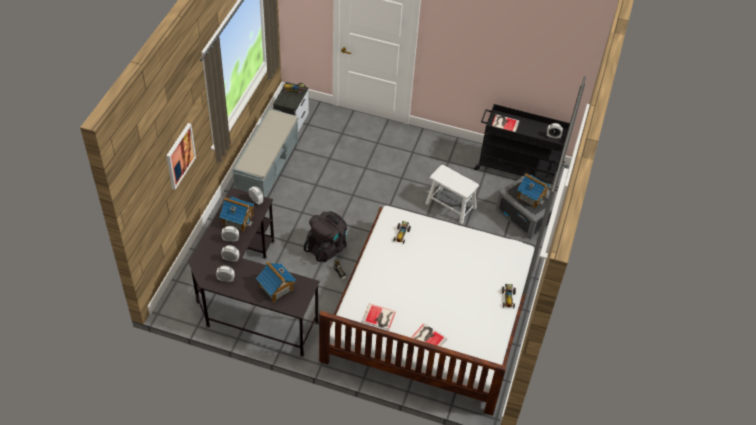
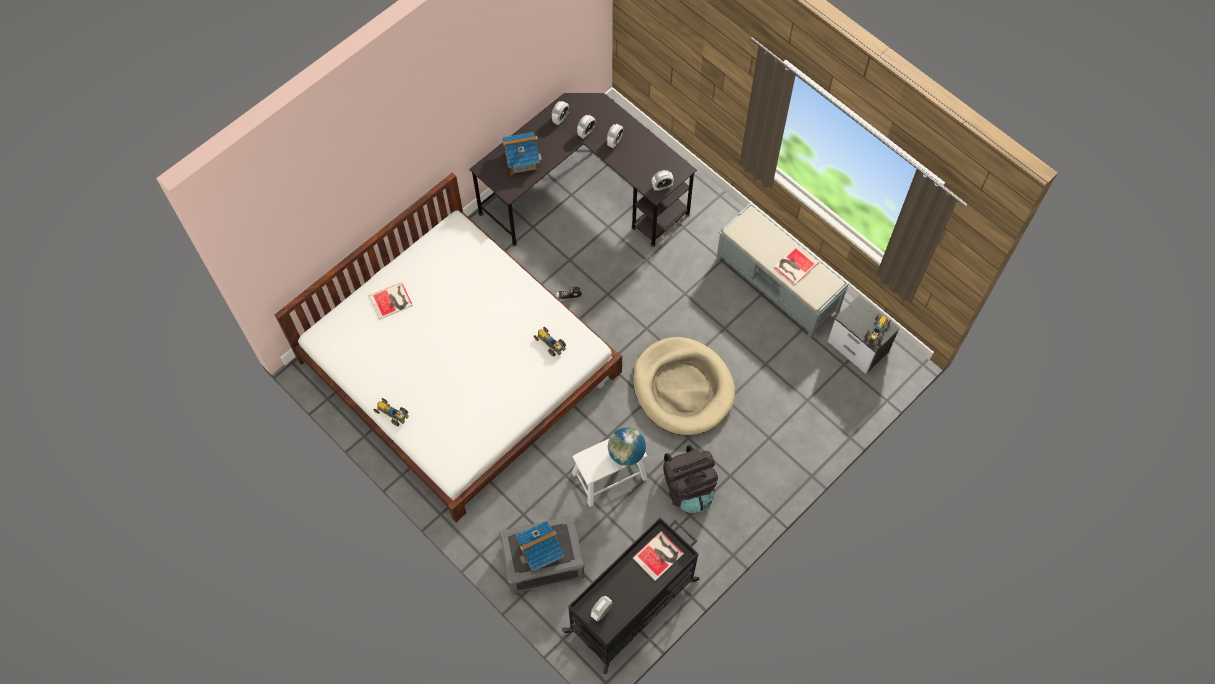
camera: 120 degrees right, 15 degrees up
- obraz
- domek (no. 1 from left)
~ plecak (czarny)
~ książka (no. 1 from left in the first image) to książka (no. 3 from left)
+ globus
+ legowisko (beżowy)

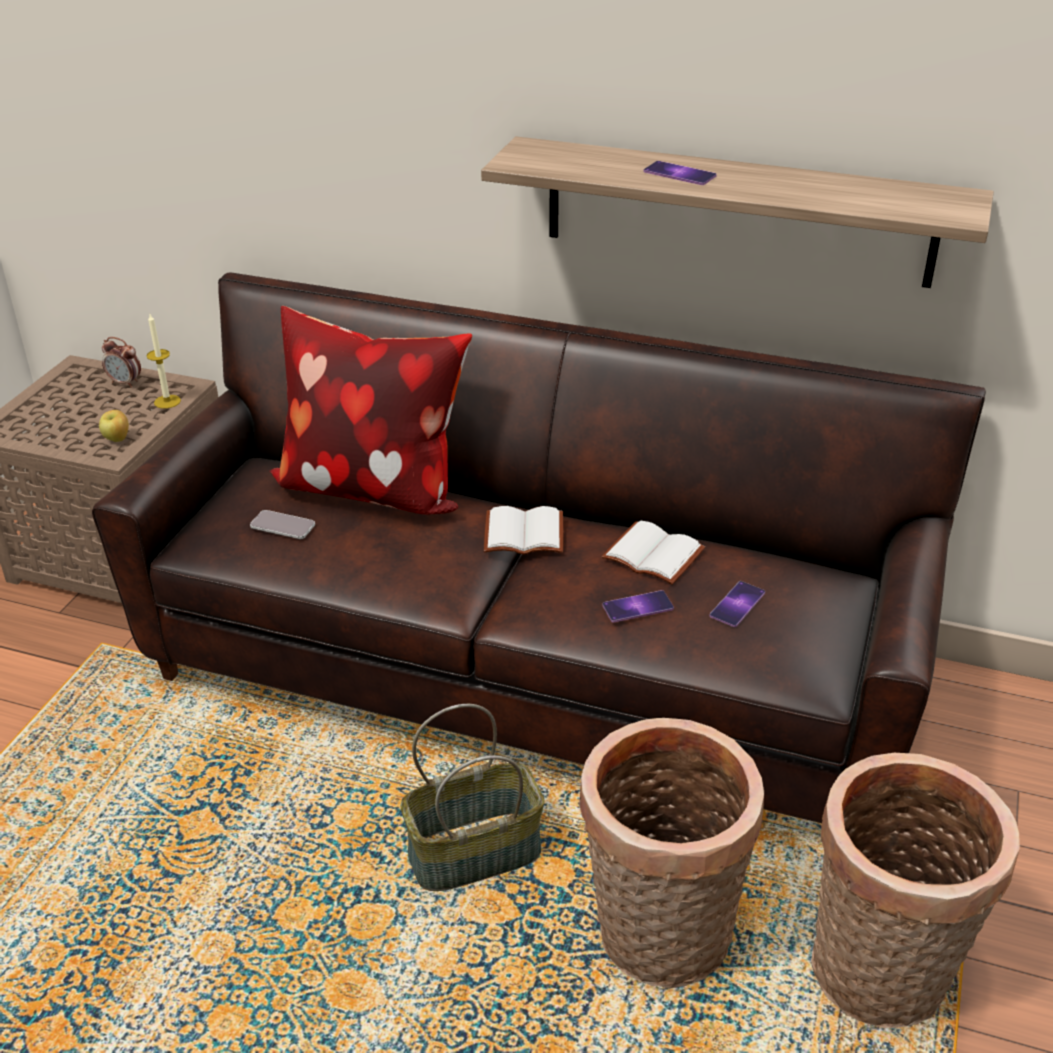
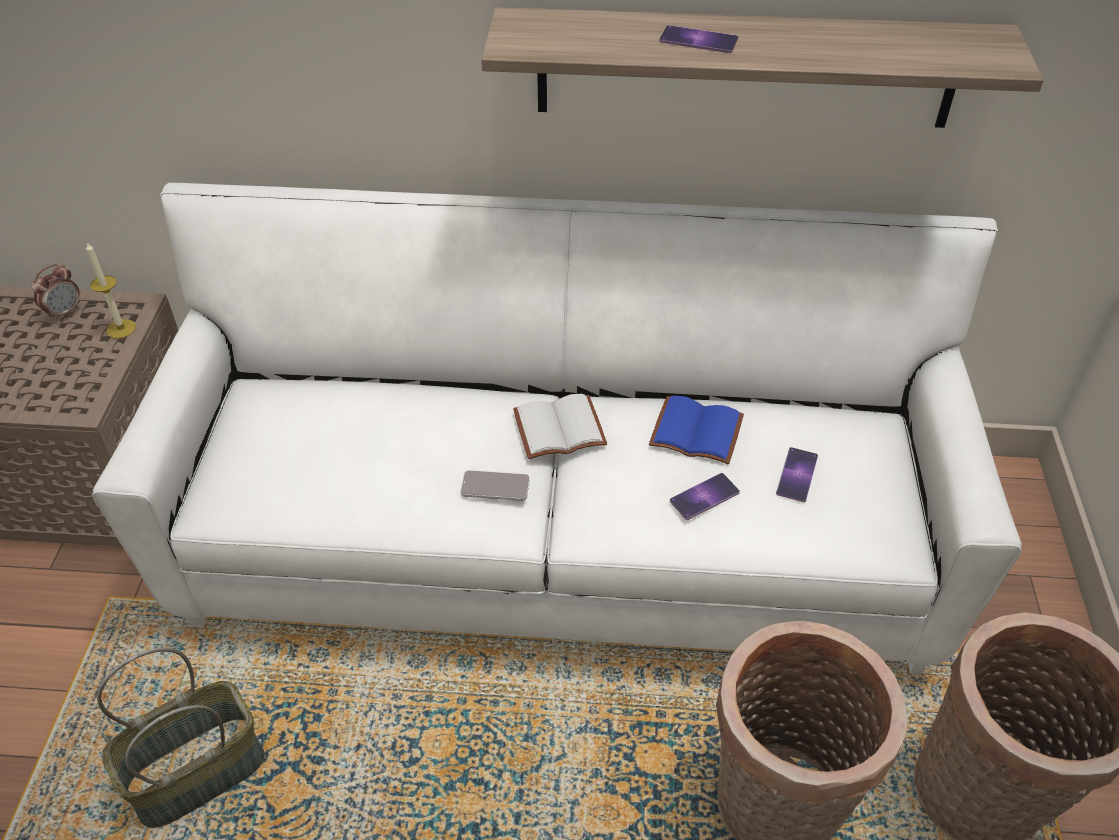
camera: 15 degrees left, 10 degrees up
~ kanapa (brązowy) to kanapa (biały)
- jabłko
~ budzik 60 degrees counterclockwise
~ telefon (no. 1 from left)
- poduszka
~ koszyk (no. 1 from left)
~ książka (biały) (no. 2 from left) to książka (niebieski)

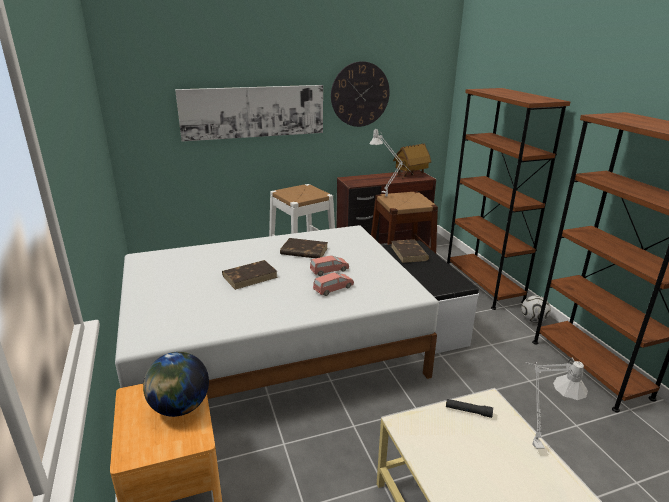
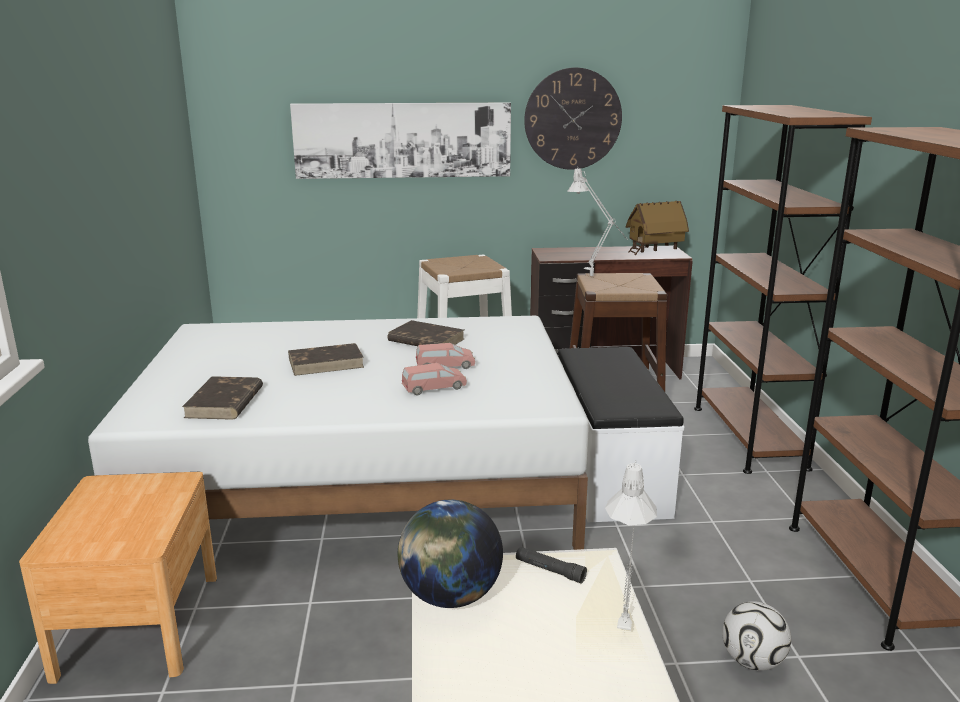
camera: 15 degrees right, 5 degrees down
~ globus
~ książka (brązowy) (no. 3 from left in the first image) to książka (brązowy) (no. 1 from left)
~ piłka futbolowa

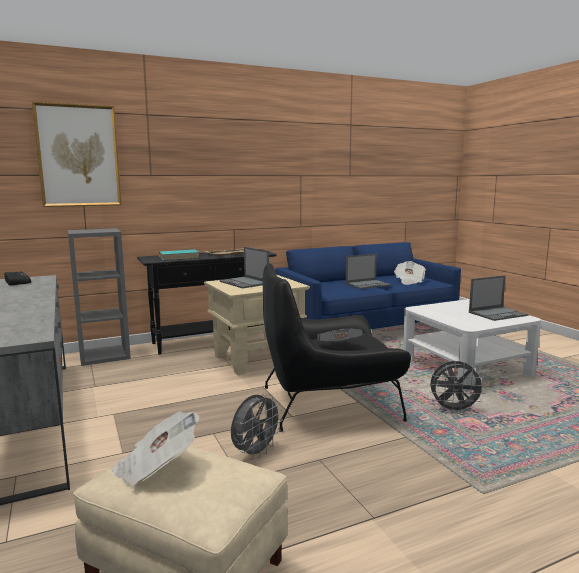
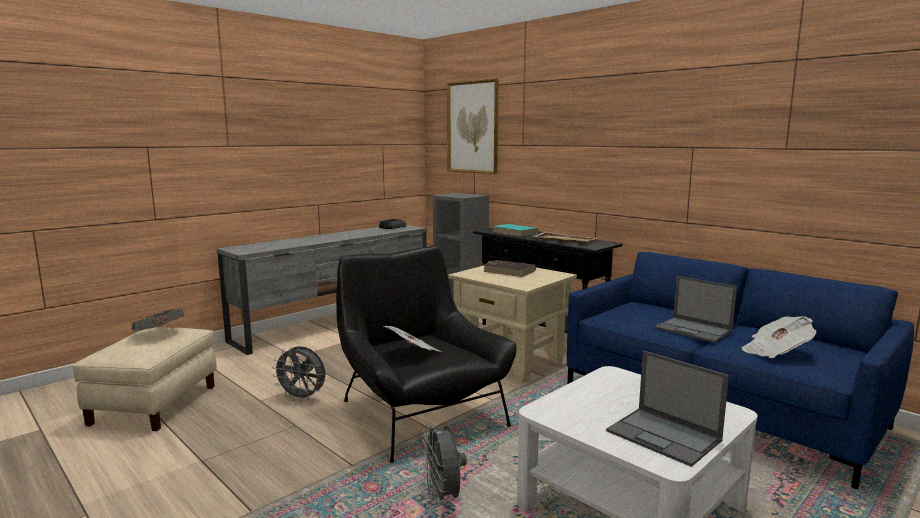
camera: 70 degrees right, 0 degrees up
~ laptop (no. 1 from left) to książka (brązowy)

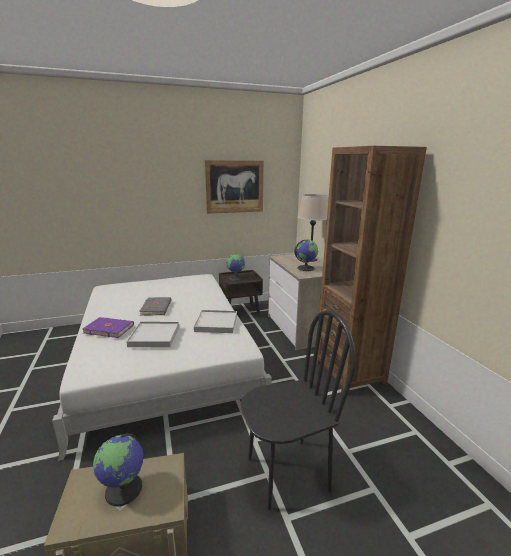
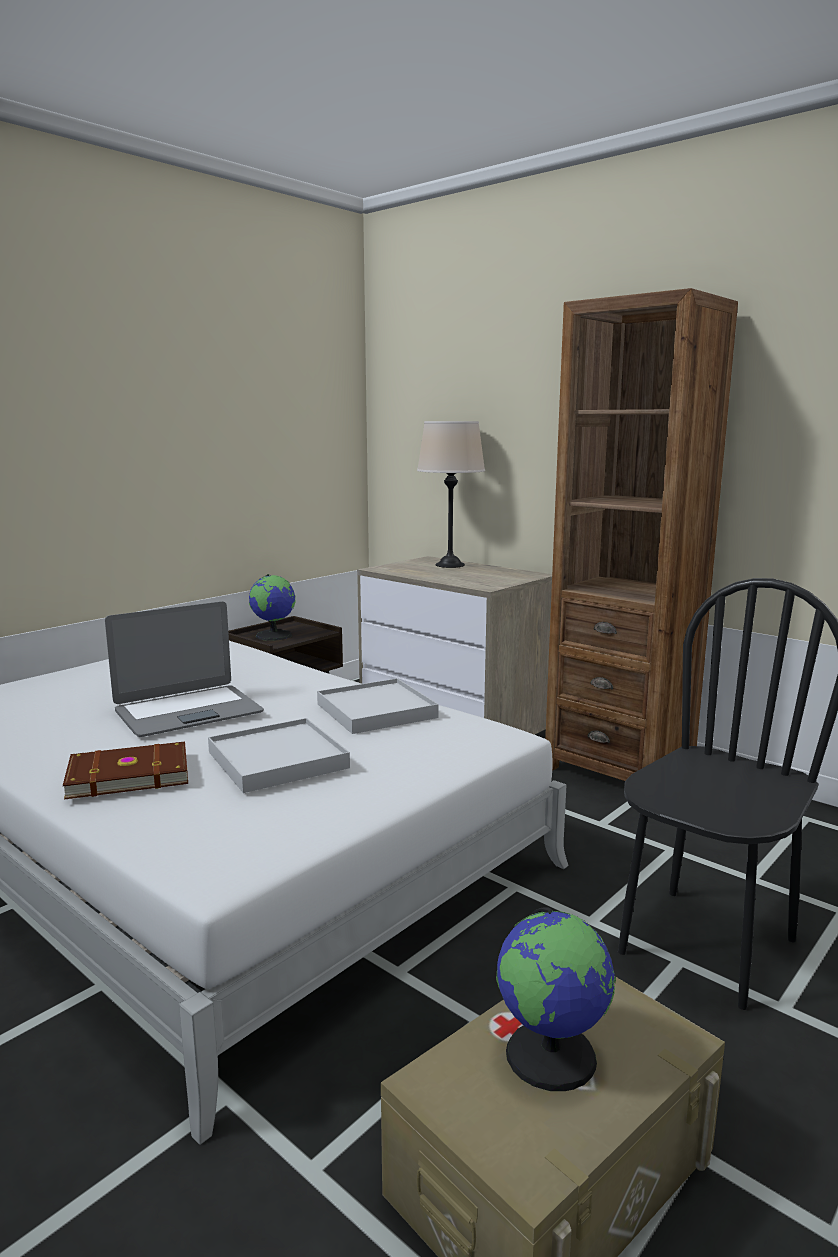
camera: 30 degrees left, 5 degrees down
~ książka (fioletowy) to książka (brązowy)
~ książka (szary) to laptop
- obraz
- globus (no. 3 from left)

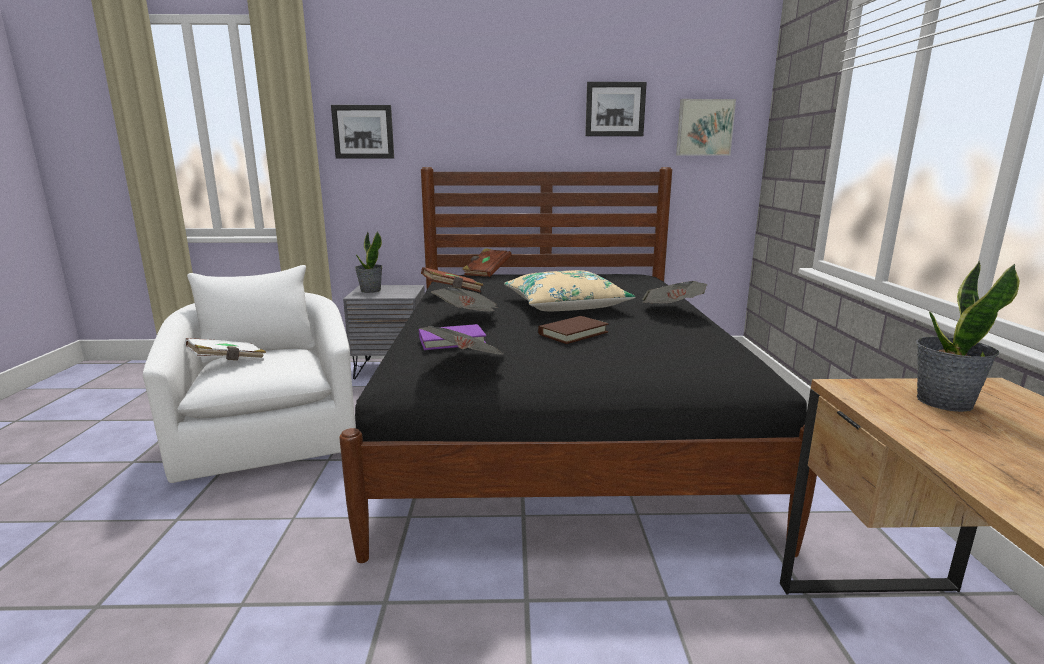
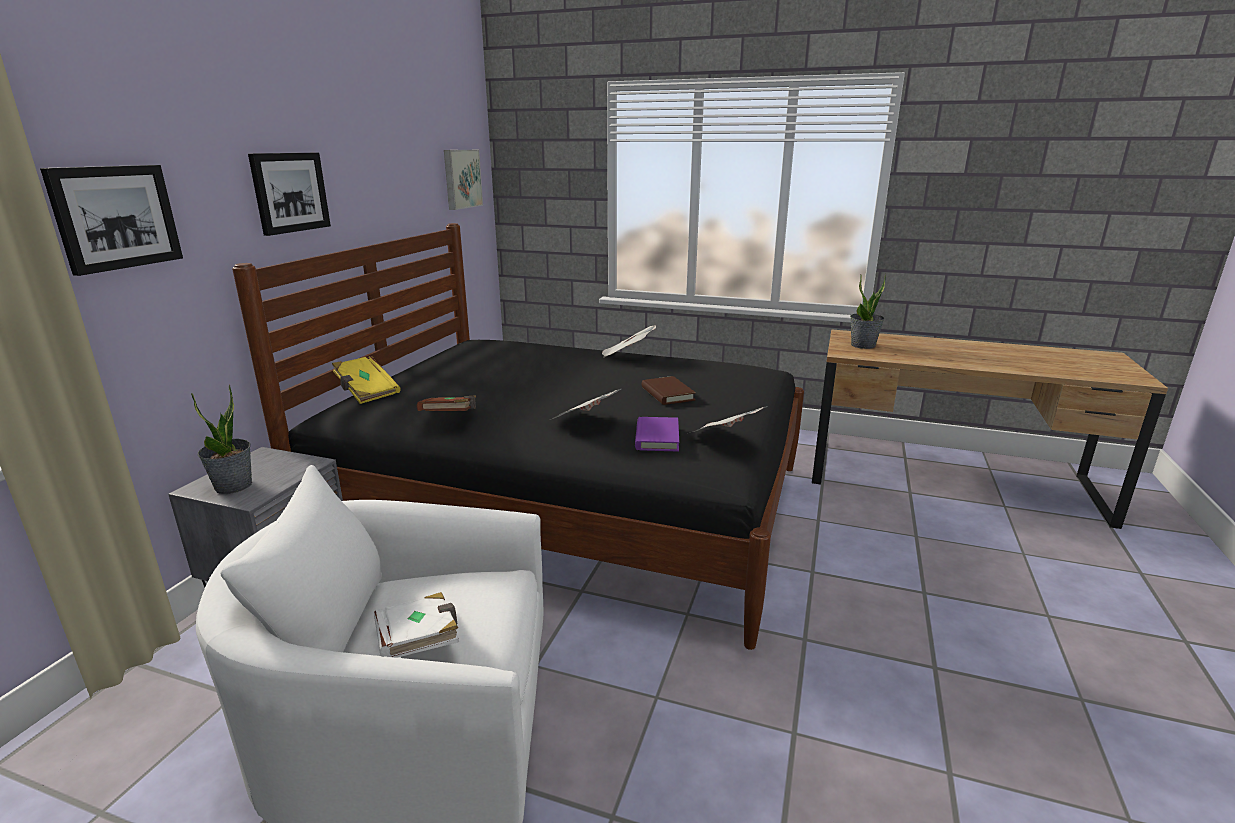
camera: 70 degrees left, 5 degrees up
~ książka (brązowy) (no. 2 from left) to książka (żółty)
- poduszka (beżowy)
~ obraz (no. 2 from left)

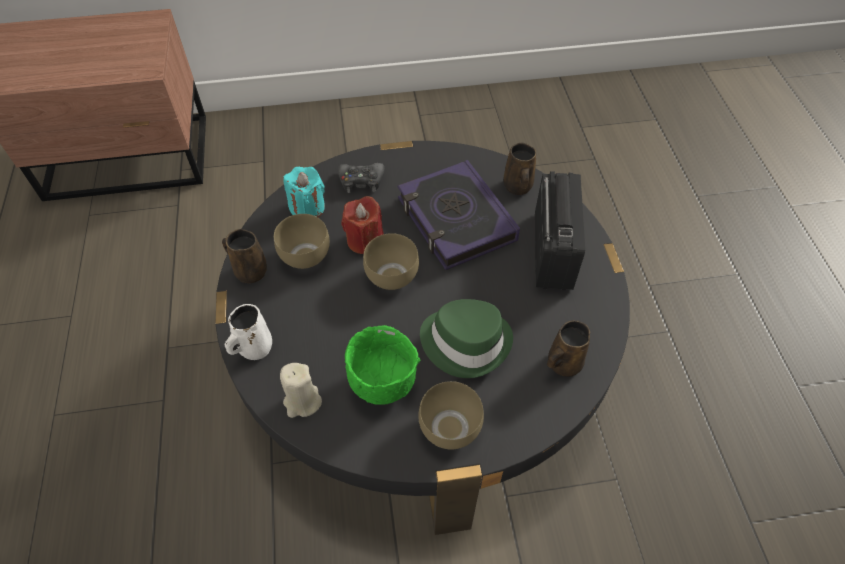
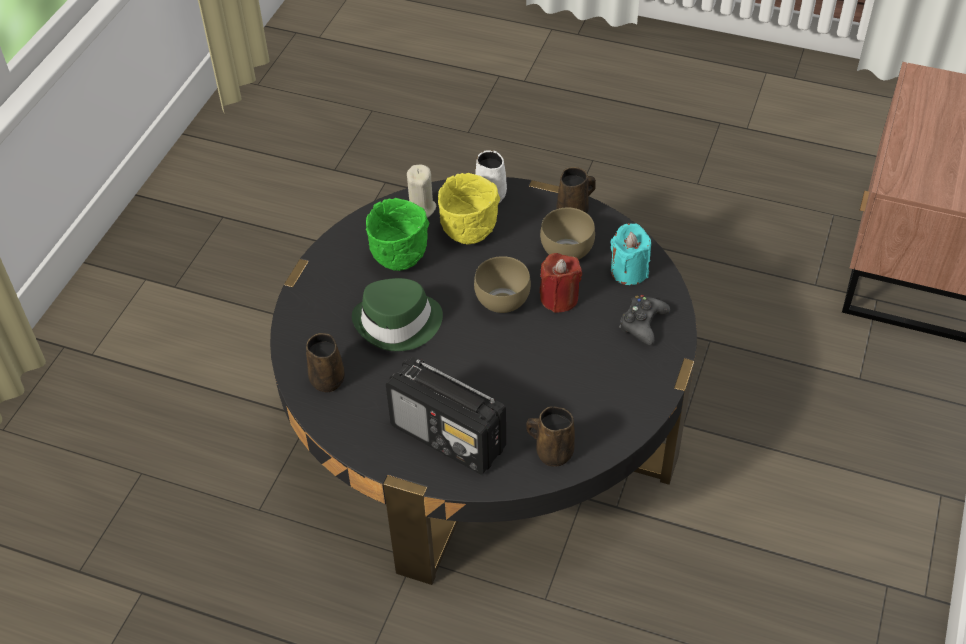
camera: 120 degrees right, 5 degrees down
- książka
- miska (brązowy) (no. 3 from left)
+ miska (żółty)

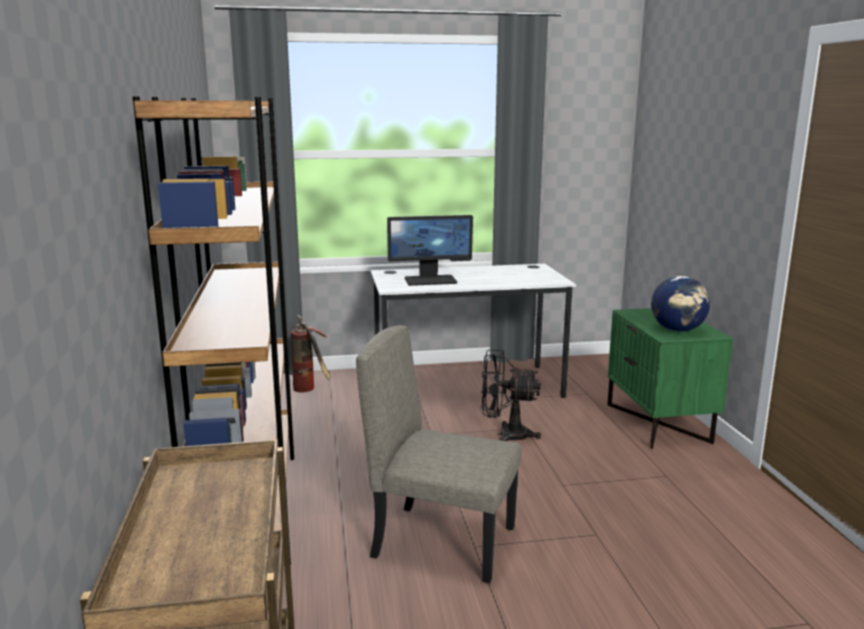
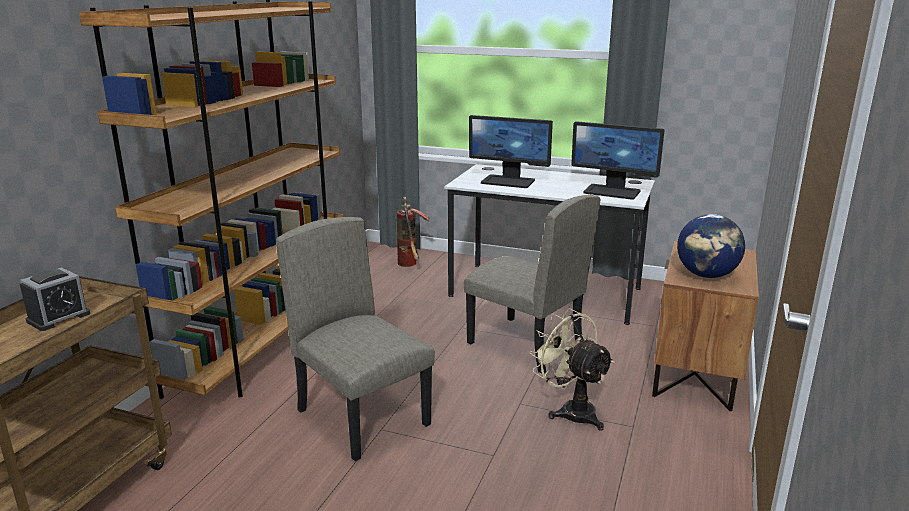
camera: 30 degrees right, 5 degrees up
~ wentylator (czarny) to krzesło (beżowy) (no. 2 from left)
~ szafka nocna (zielony) to szafka nocna (brązowy)
+ budzik
+ wentylator (beżowy)
+ monitor (no. 2 from left)

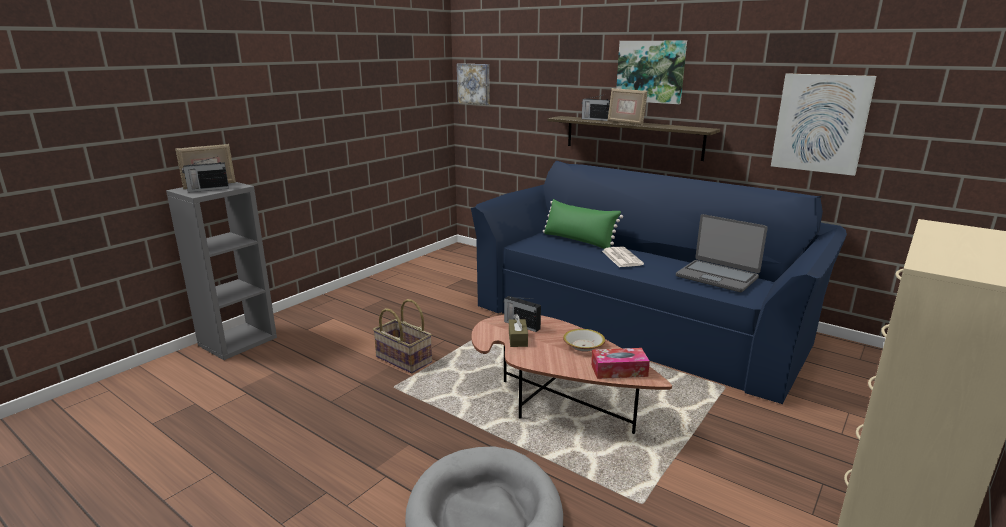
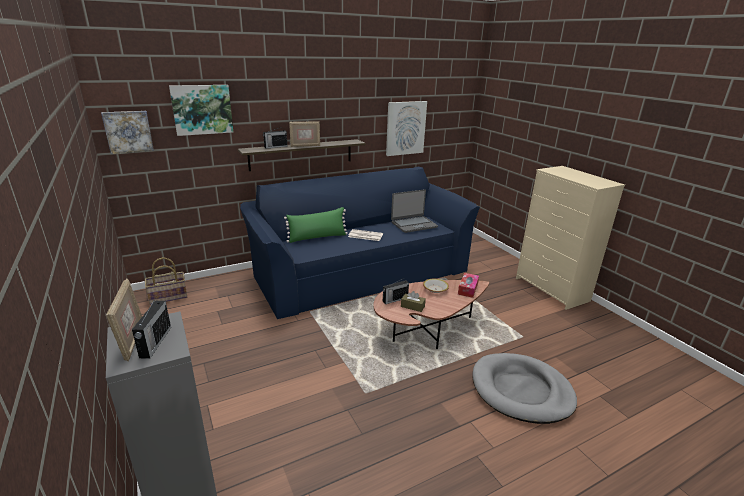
camera: 65 degrees left, 5 degrees up
~ koszyk
~ obraz (no. 2 from left)

